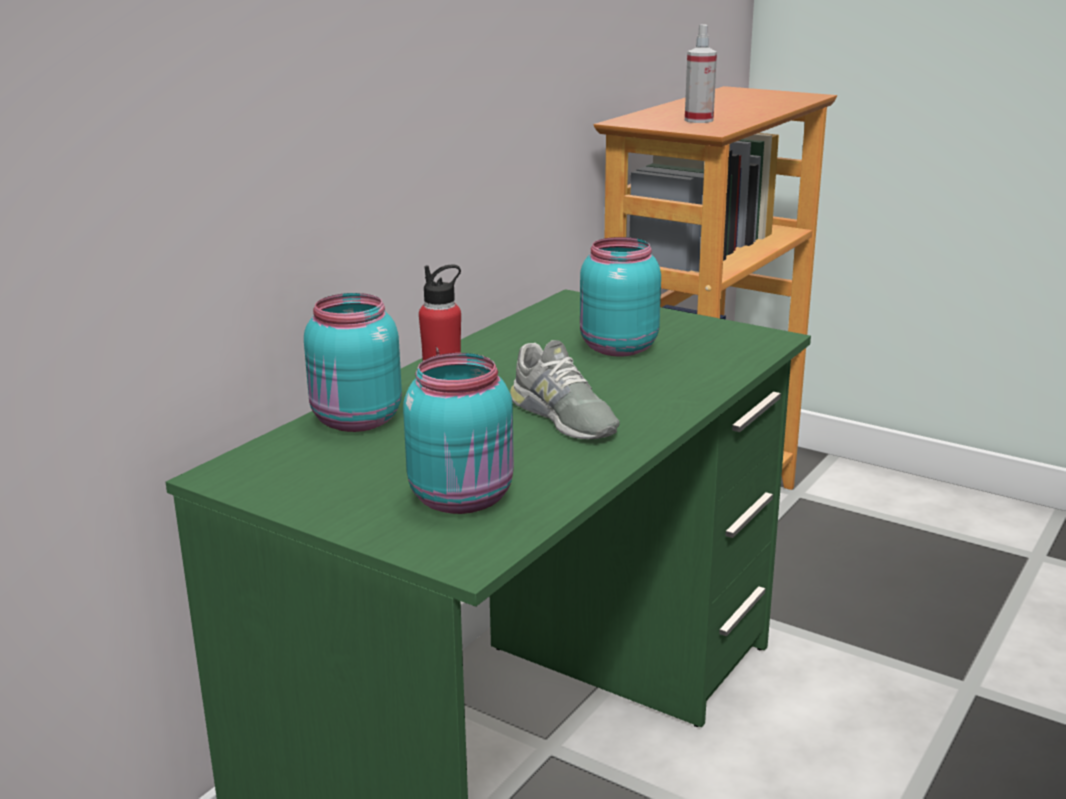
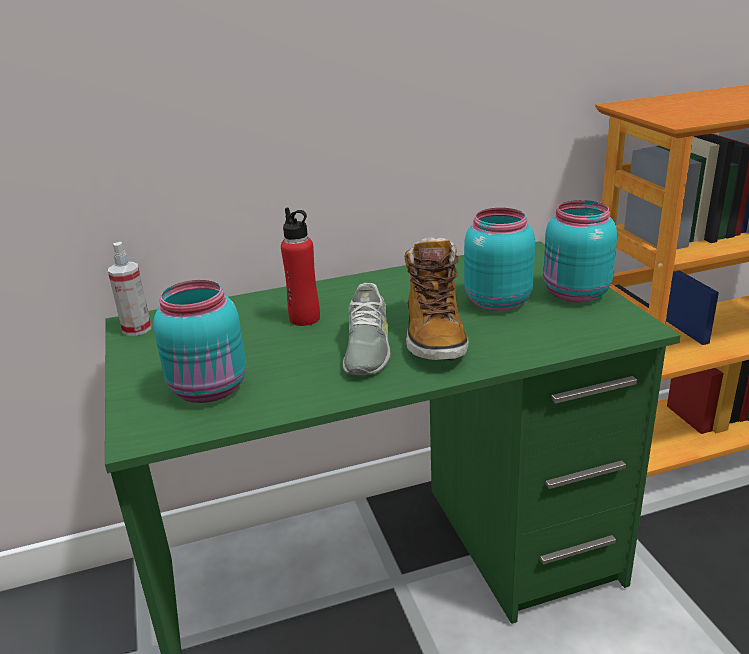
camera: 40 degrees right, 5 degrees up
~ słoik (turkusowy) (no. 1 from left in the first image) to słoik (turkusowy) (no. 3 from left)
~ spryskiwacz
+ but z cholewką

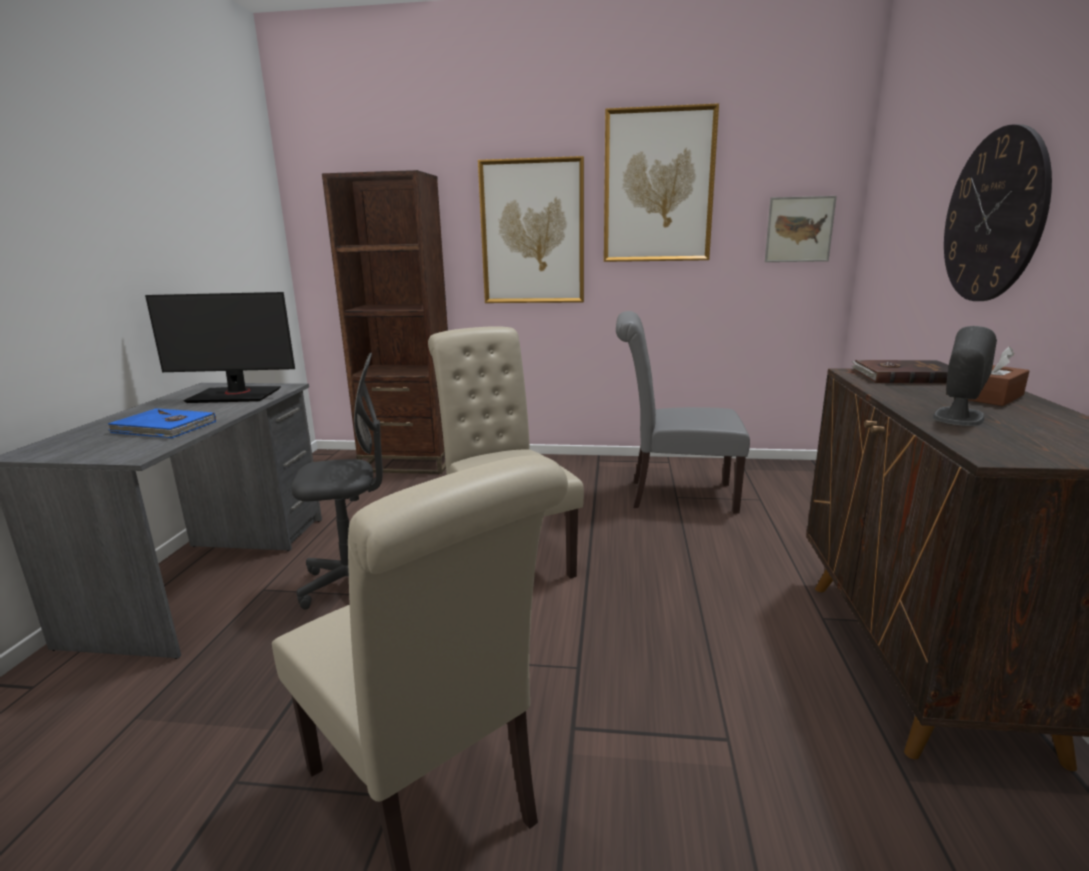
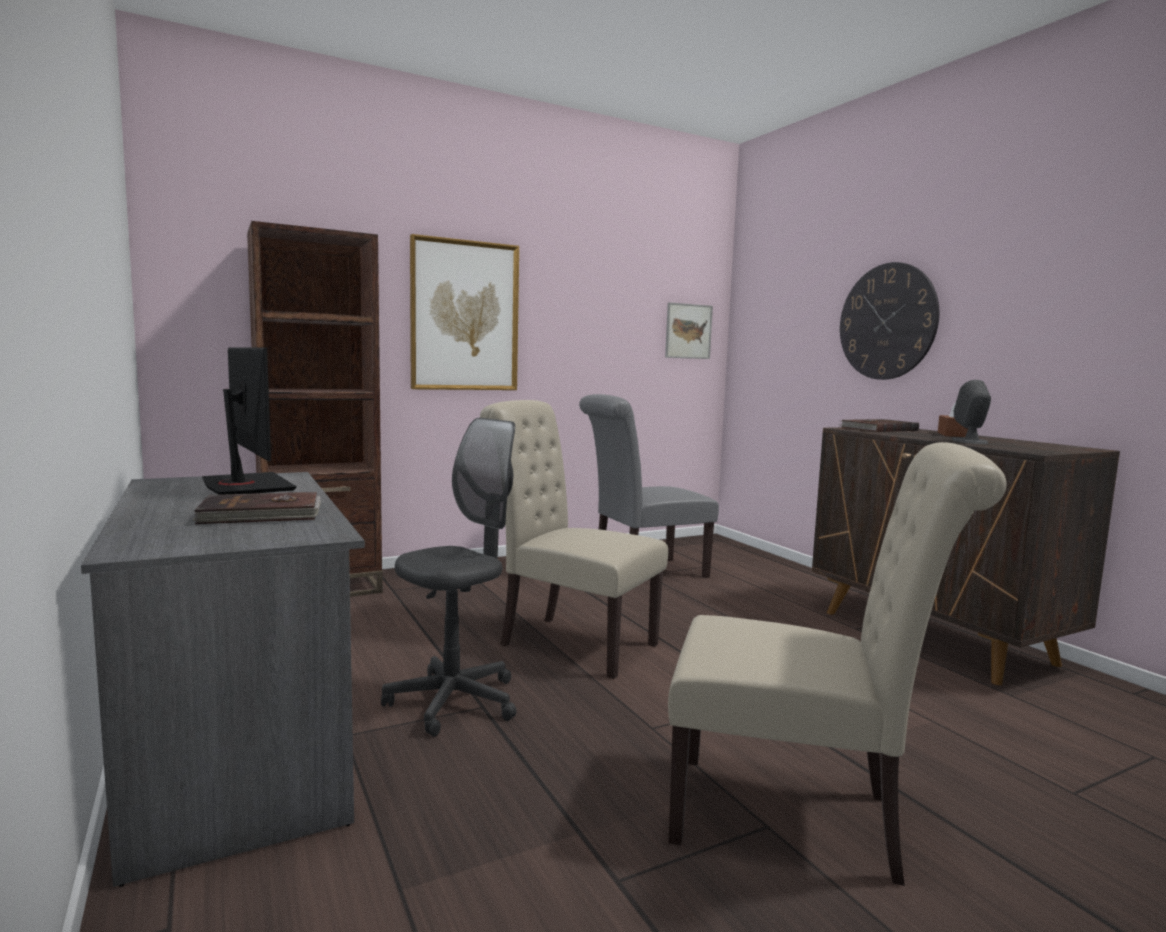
camera: 35 degrees left, 10 degrees down
~ książka (niebieski) to książka (brązowy) (no. 1 from left)
~ monitor 90 degrees counterclockwise
- obraz (no. 2 from left)

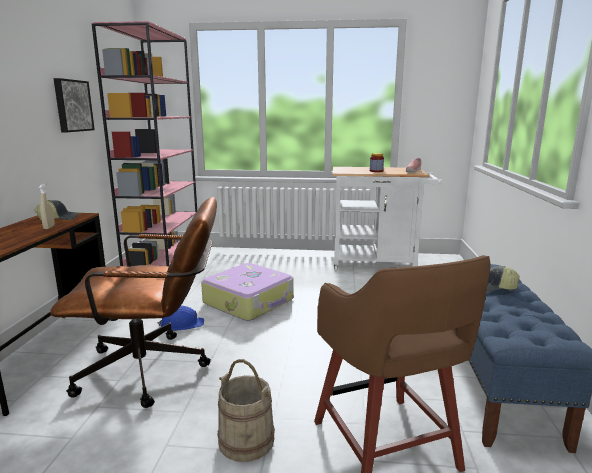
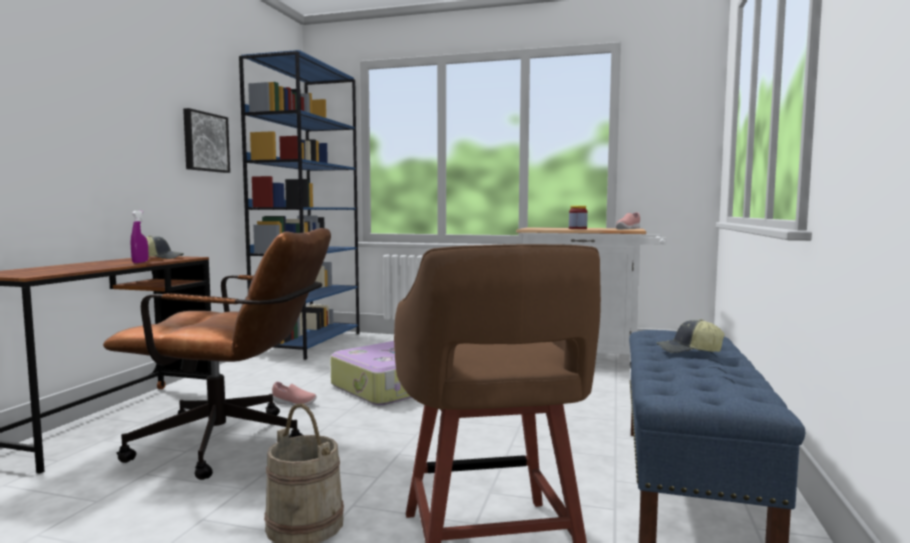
camera: 10 degrees right, 10 degrees down
~ spryskiwacz (beżowy) to spryskiwacz (fioletowy)
~ regał (różowy) to regał (niebieski)
~ kask (niebieski) to but (różowy) (no. 1 from left)

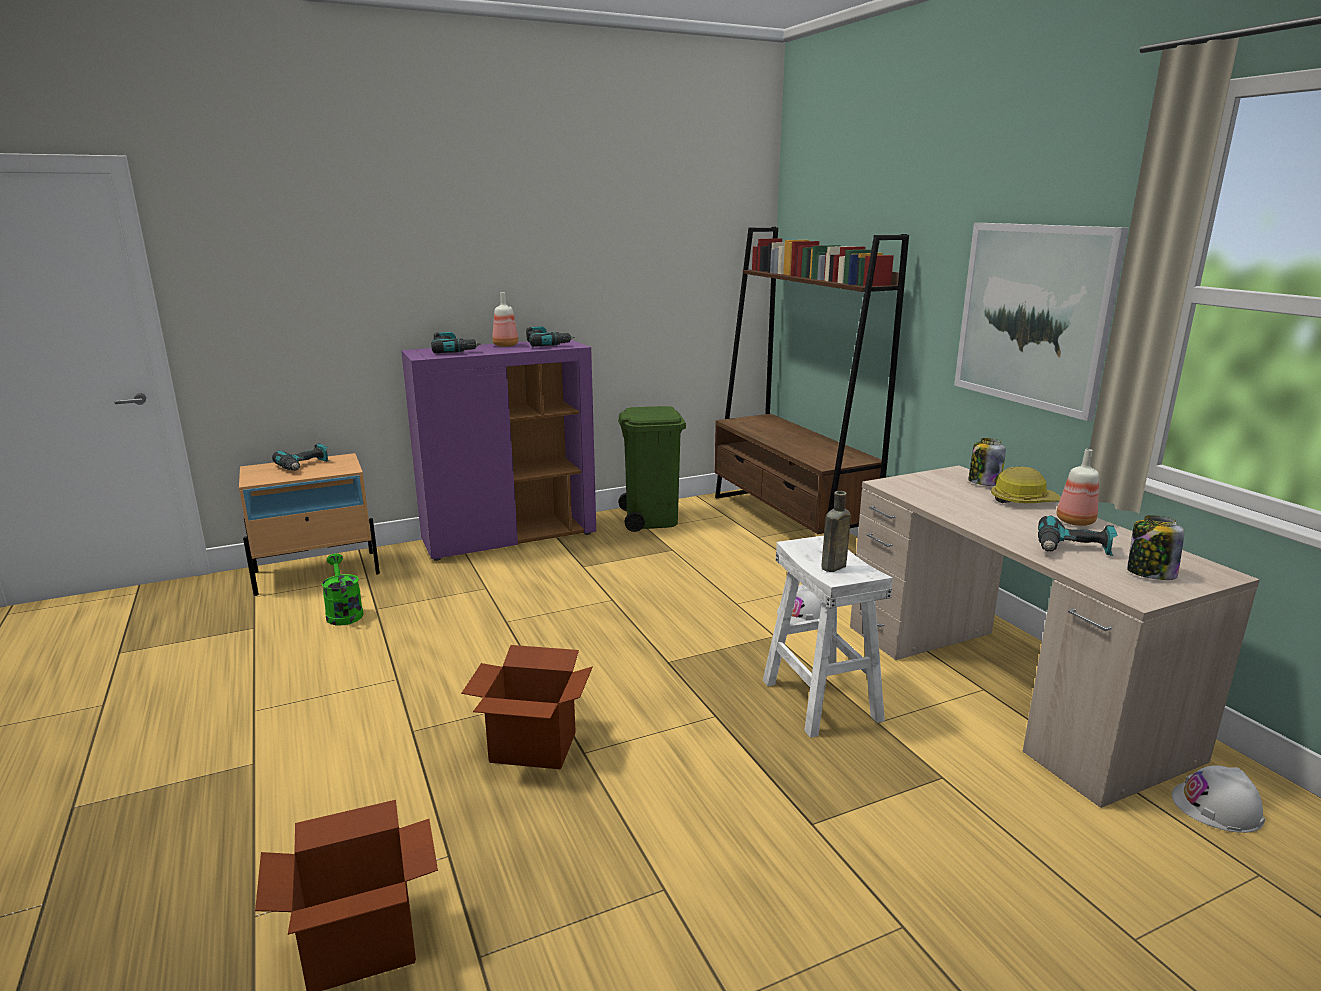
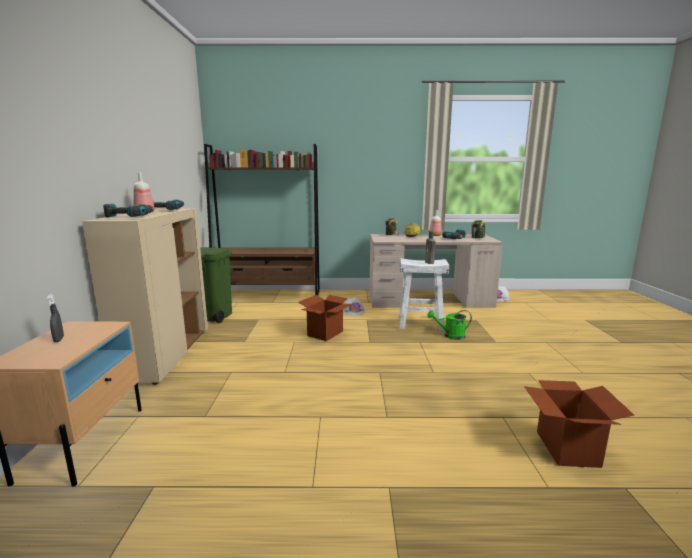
camera: 65 degrees left, 5 degrees down
~ wiertarka (no. 1 from left) to spryskiwacz (szary)
~ konewka (zielony)
~ szafka (fioletowy) to szafka (beżowy)
~ karton (no. 2 from left in the first image) to karton (no. 1 from left)
- obraz

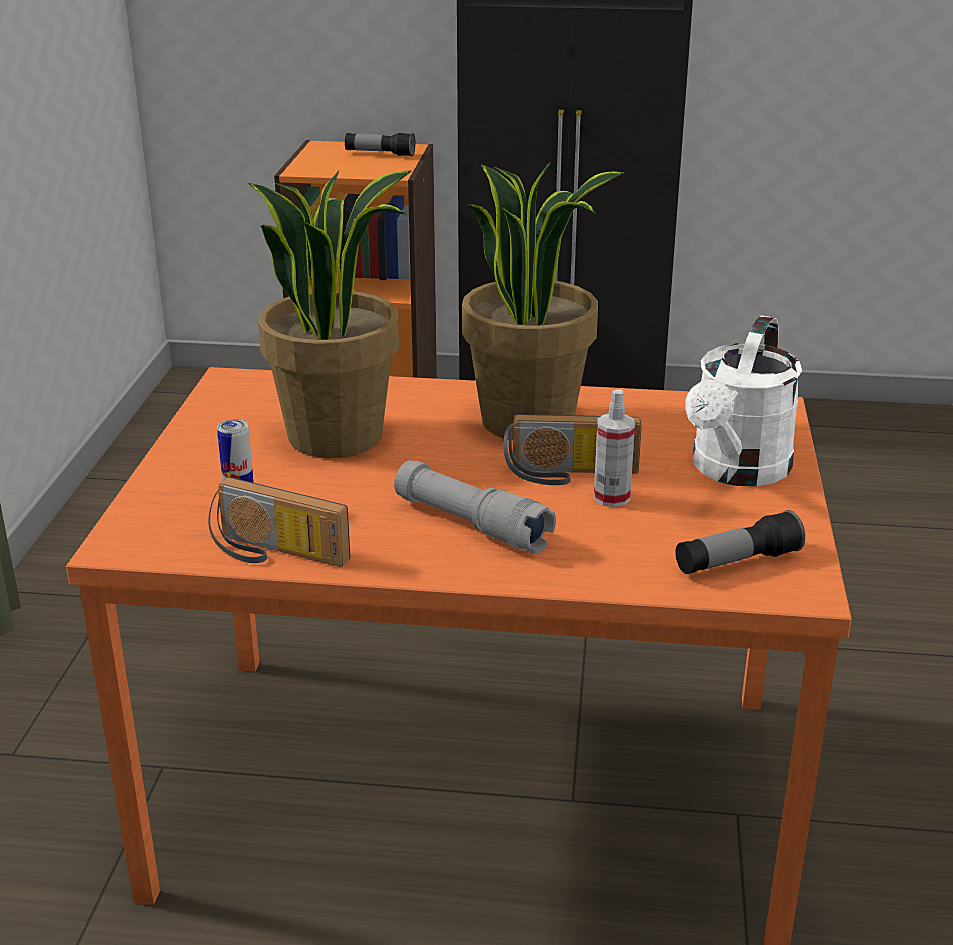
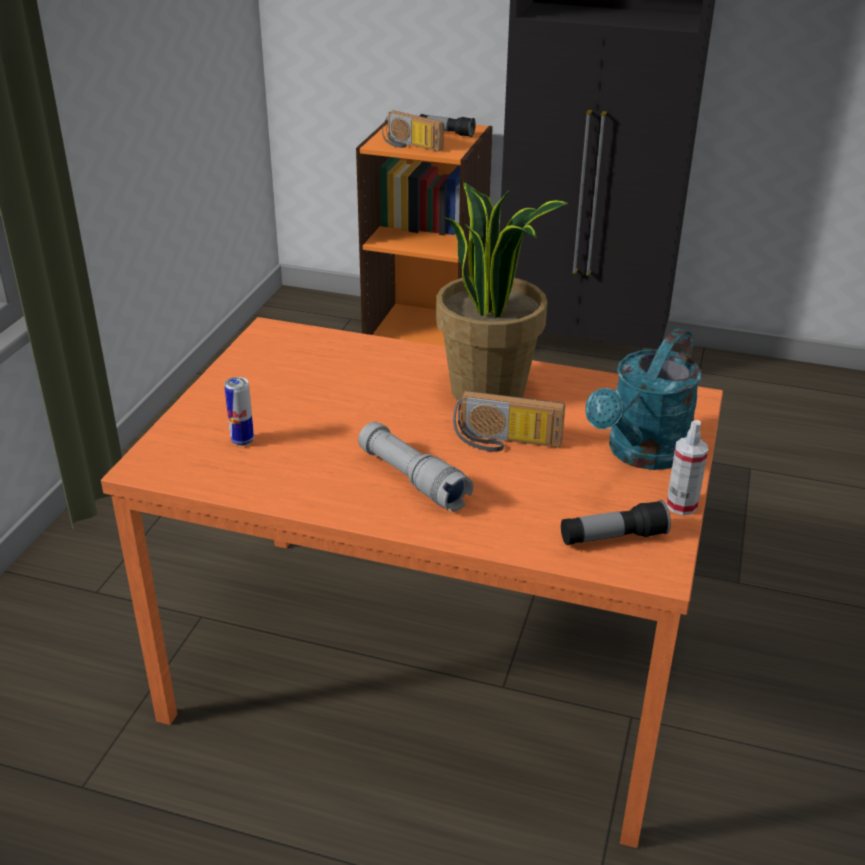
camera: 10 degrees right, 5 degrees up
~ radio (no. 1 from left)
- roślina doniczkowa (no. 1 from left)
~ spryskiwacz
~ konewka (biały) to konewka (turkusowy)

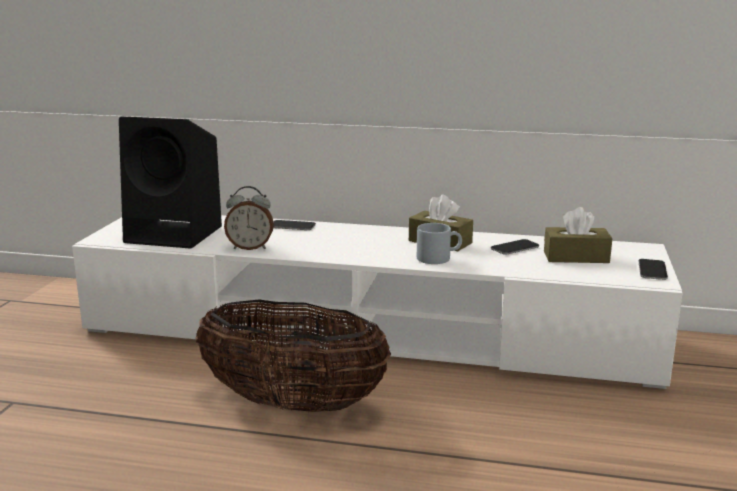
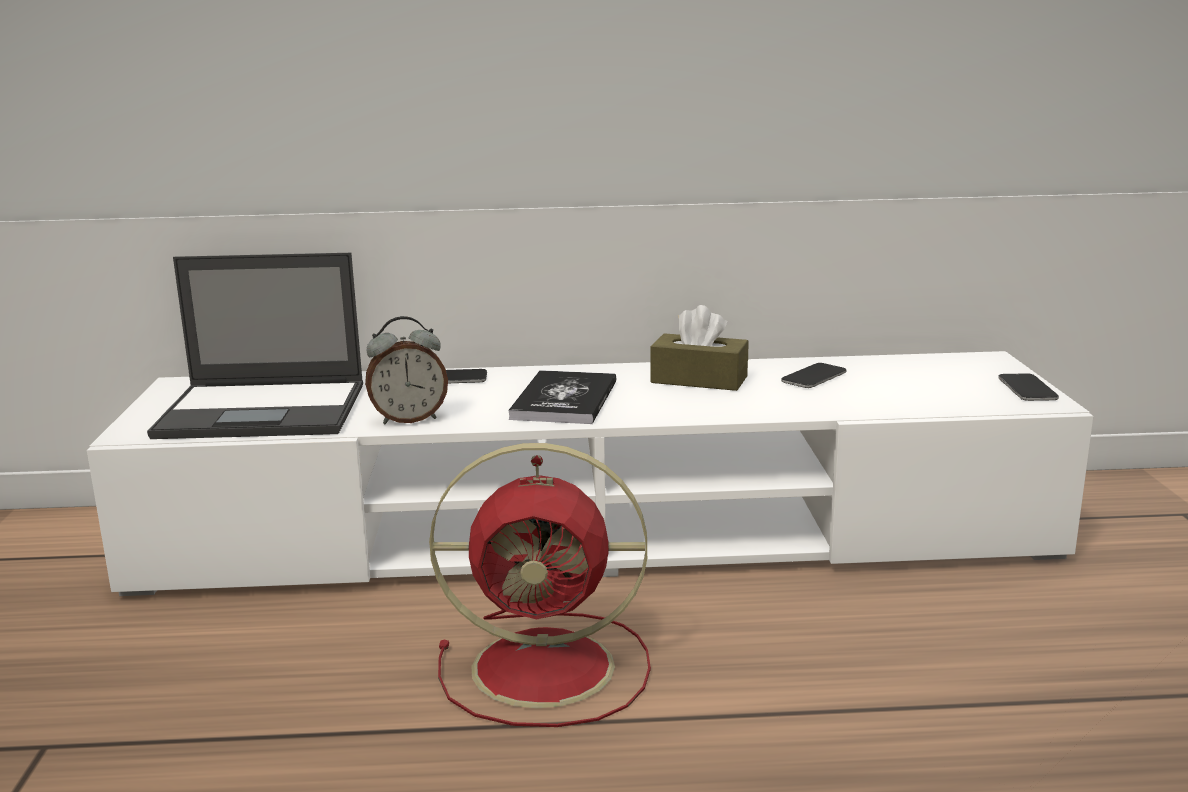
camera: 15 degrees left, 0 degrees up
~ głośnik (czarny) to laptop
~ koszyk to wentylator (czerwony)
- kubek (szary)
- pudełko chusteczek (brązowy) (no. 2 from left)
+ książka

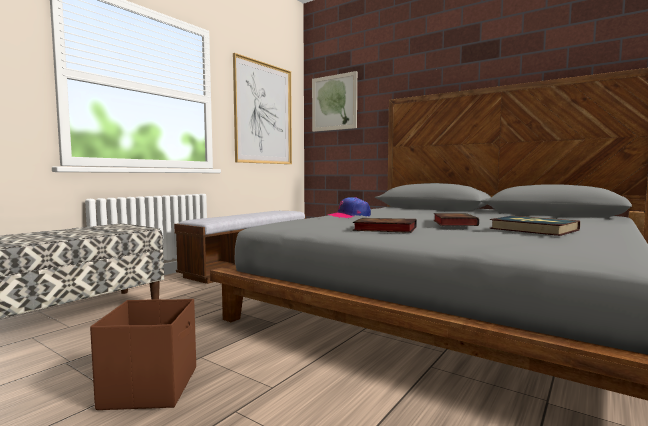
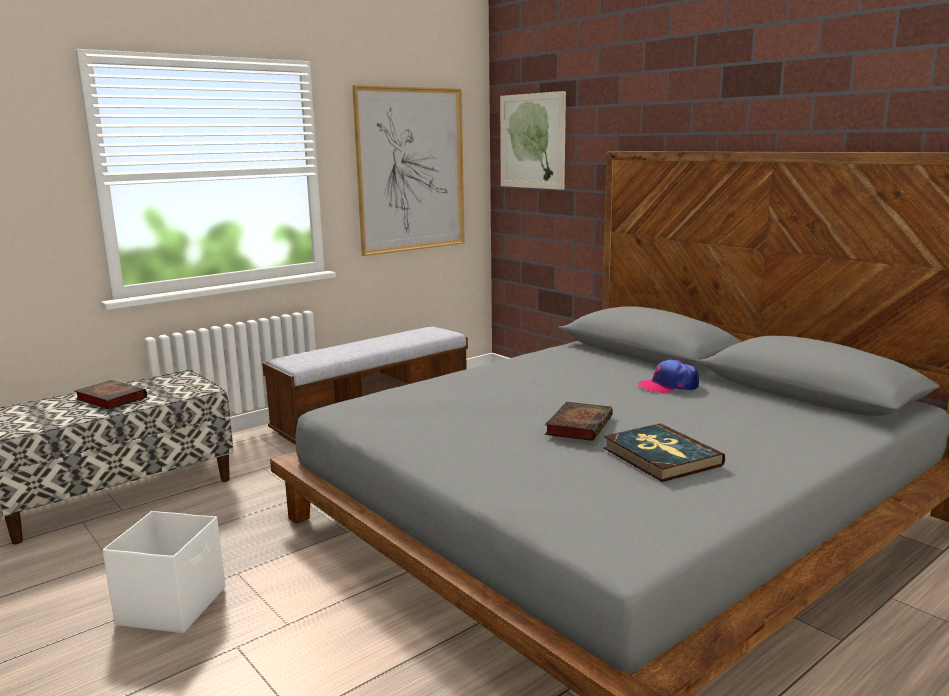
camera: 15 degrees right, 10 degrees up
~ pojemnik do przechowywania (brązowy) to pojemnik do przechowywania (biały)
~ czapka z daszkiem
~ książka (no. 1 from left)

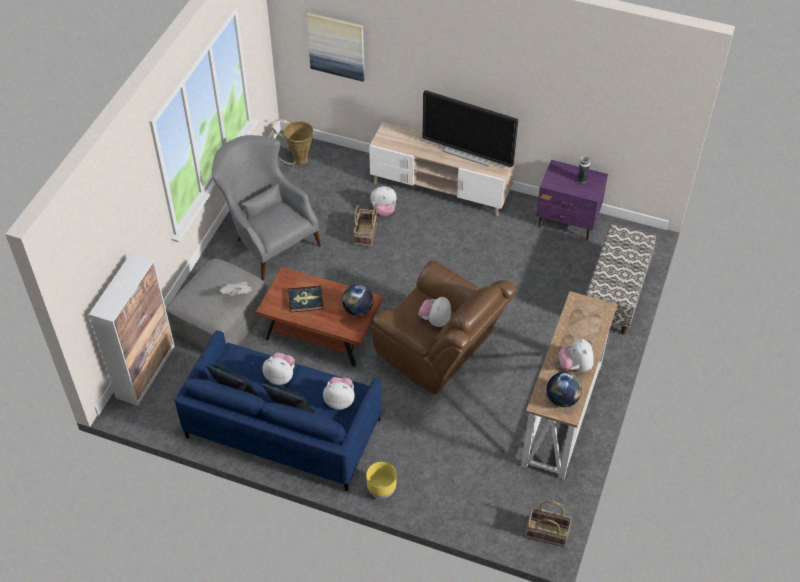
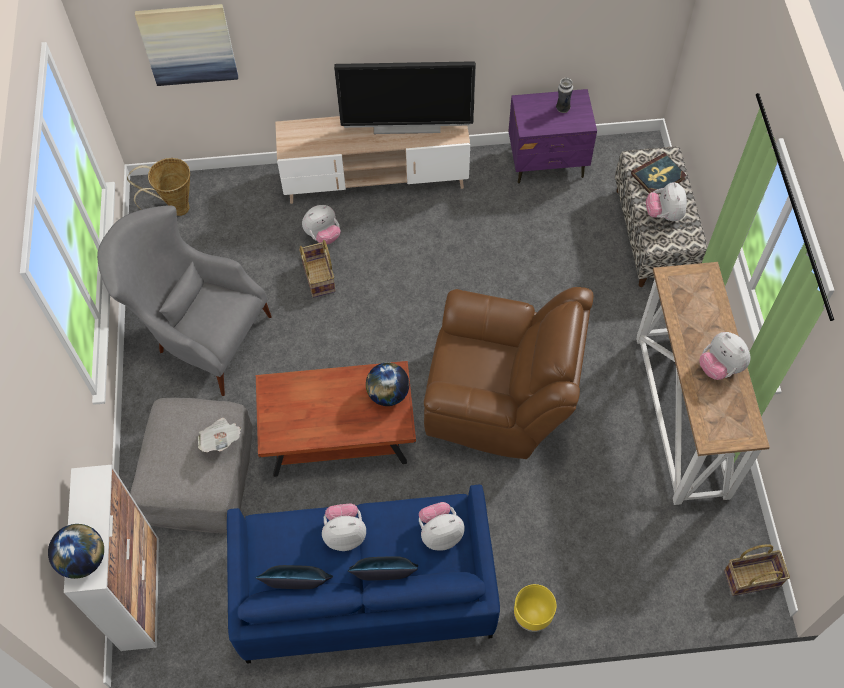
camera: 25 degrees left, 10 degrees up
~ książka
~ pluszak (no. 4 from left)
~ globus (no. 2 from left in the first image) to globus (no. 1 from left)

